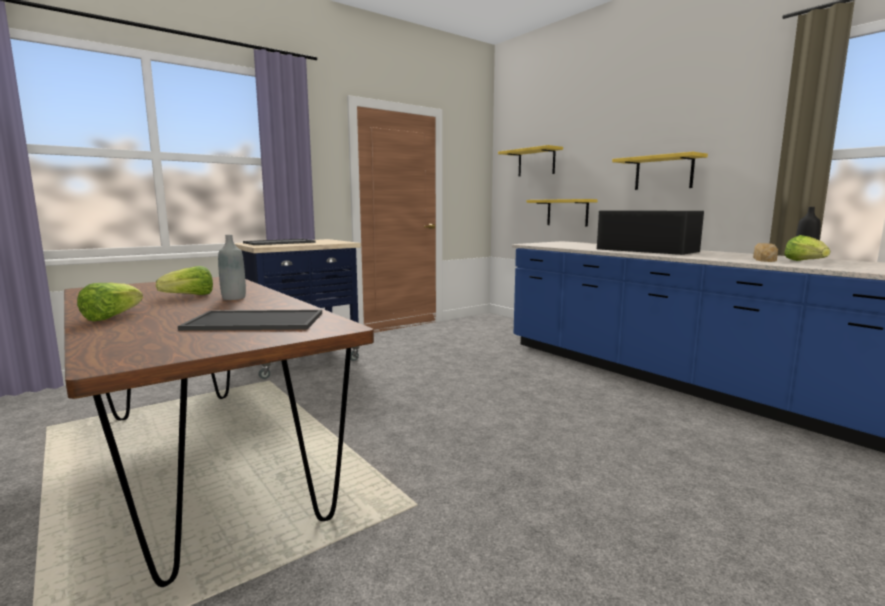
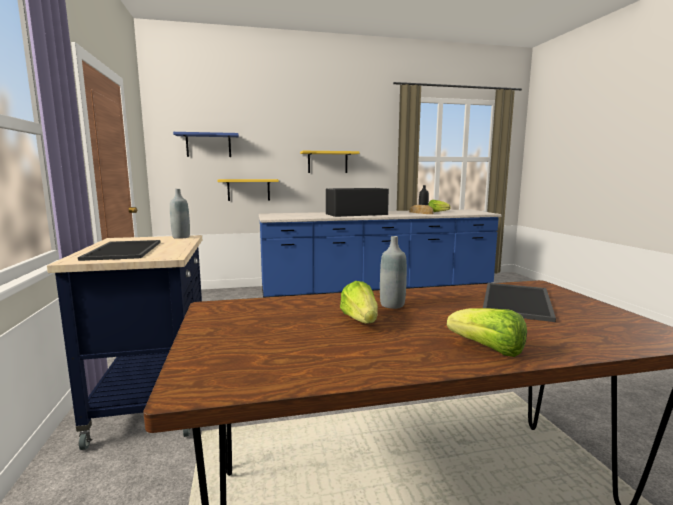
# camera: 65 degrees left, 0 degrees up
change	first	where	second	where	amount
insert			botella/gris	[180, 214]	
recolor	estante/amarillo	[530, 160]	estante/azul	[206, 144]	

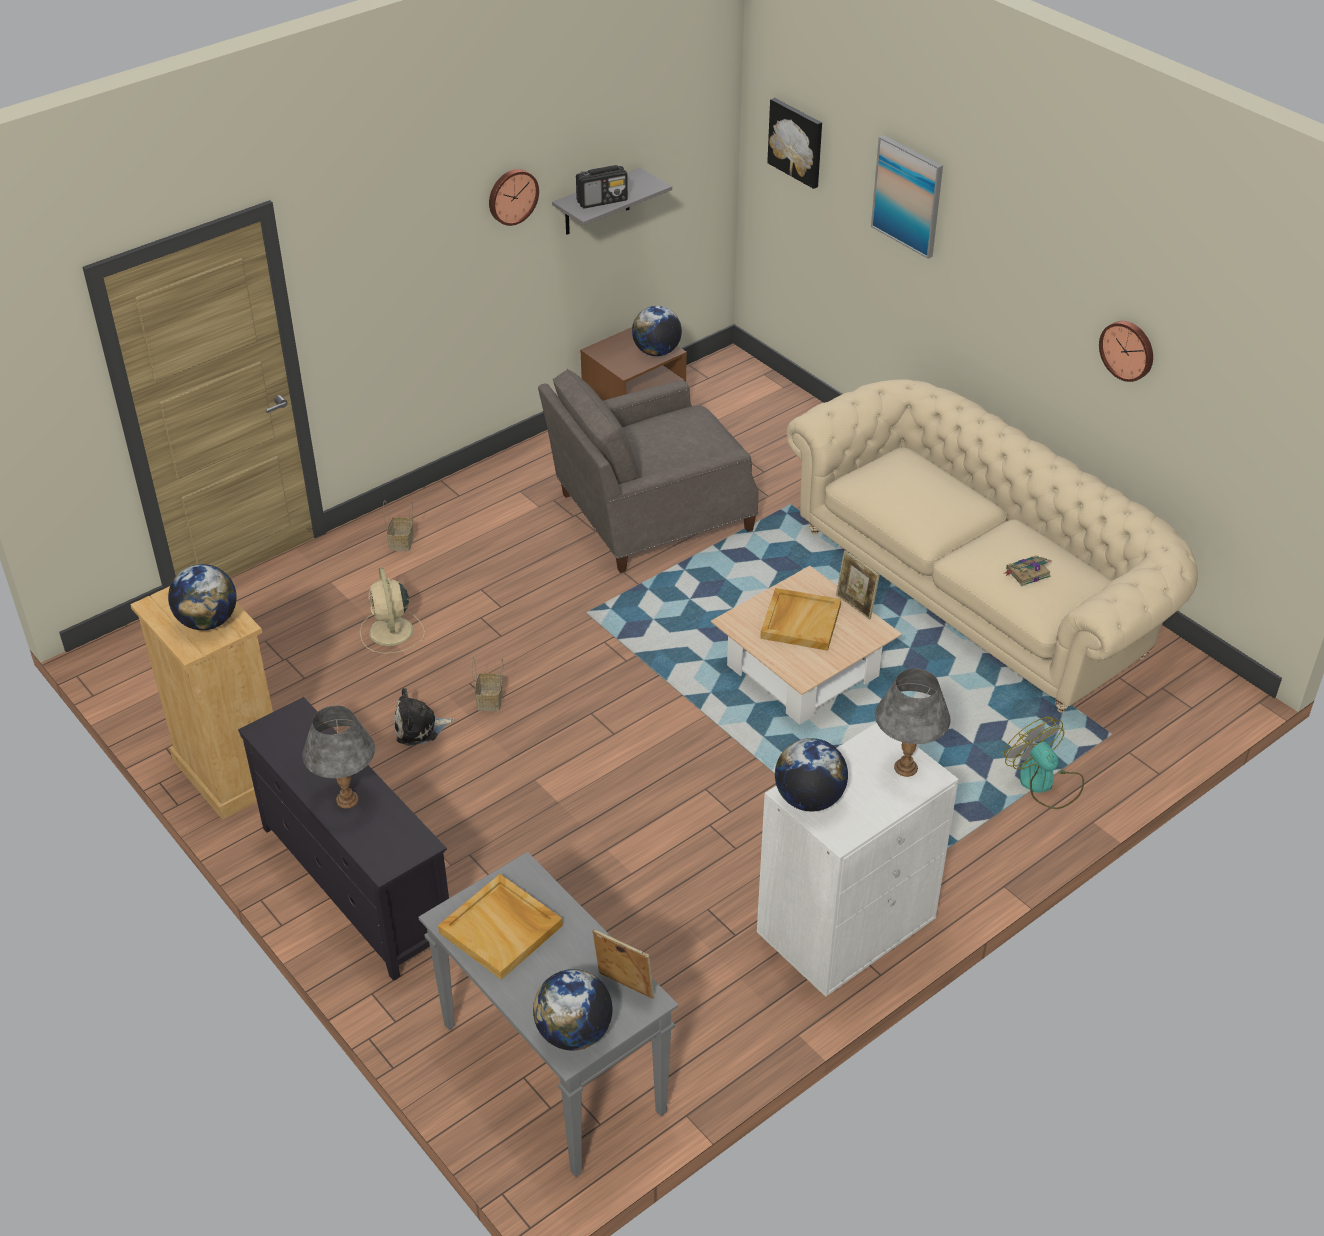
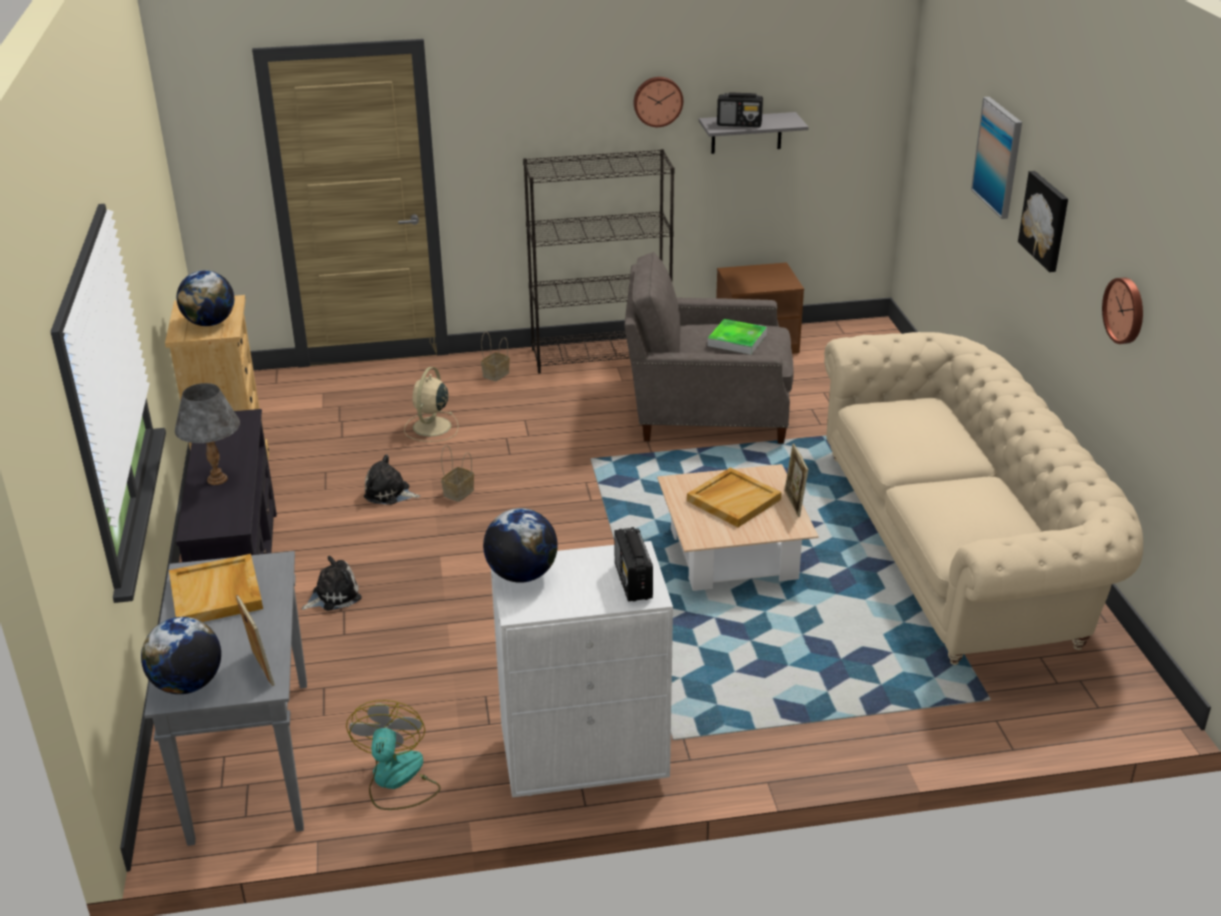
# camera: 30 degrees right, 10 degrees down
change	first	where	second	where	amount
delete	globo terráqueo	[657, 331]			
delete	libro	[1028, 570]			
insert			peluche	[332, 583]	
insert			estantería/negro	[598, 261]	
insert			bandeja	[737, 337]	
move	cuadro	[794, 143]		[1043, 221]	
move	ventilador	[1044, 763]		[393, 755]	
replace	lámpara de mesa/gris	[913, 722]	radio	[633, 564]	

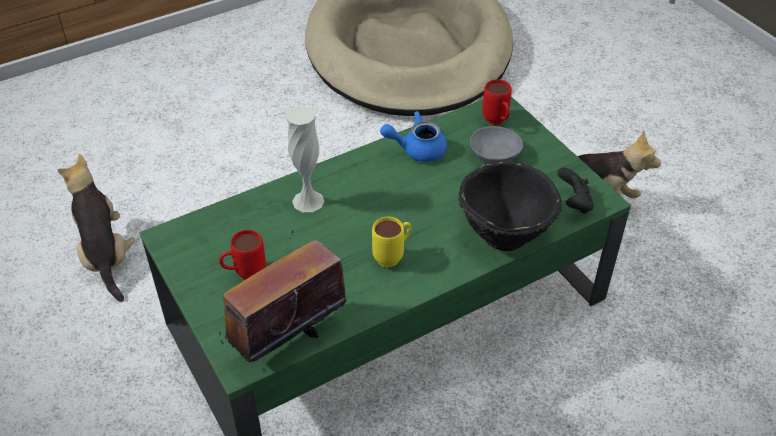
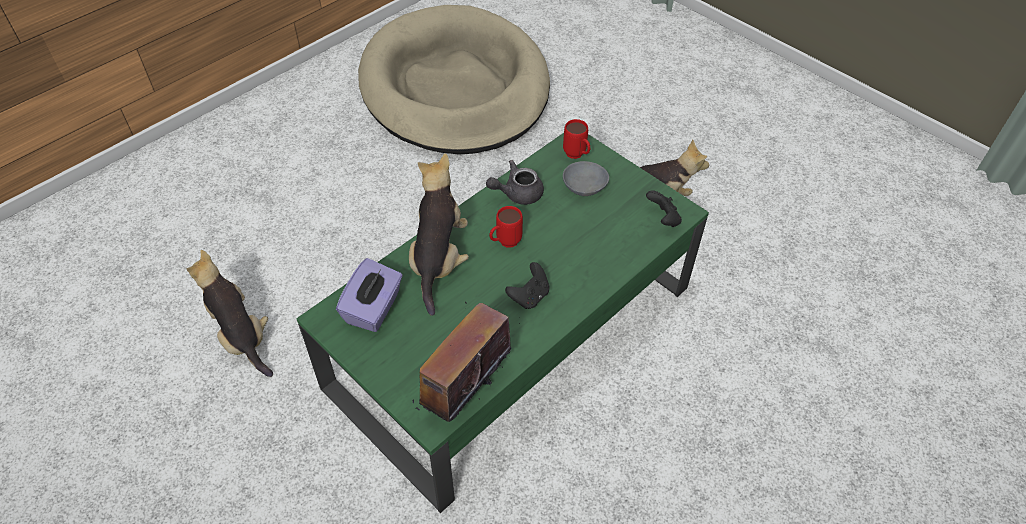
# camera: 15 degrees left, 5 degrees up
change	first	where	second	where	amount
delete	cuenco/negro	[510, 206]			
insert			caja de pañuelos/morado	[369, 295]	
move	taza grande/rojo	[242, 255]		[506, 227]	
replace	florero/blanco	[305, 159]	peluche	[439, 234]	
replace	taza grande/amarillo	[391, 242]	mando de consola/negro	[527, 285]	
recolor	tetera/azul	[413, 136]	tetera/gris	[515, 182]	

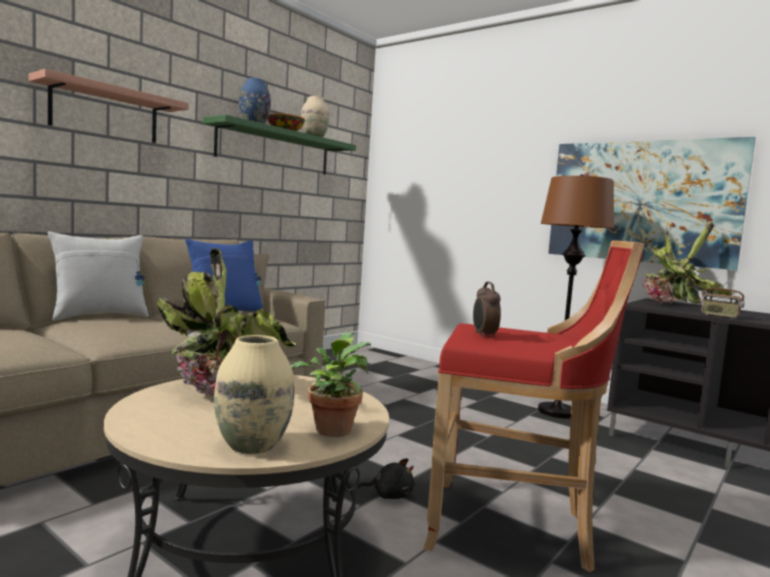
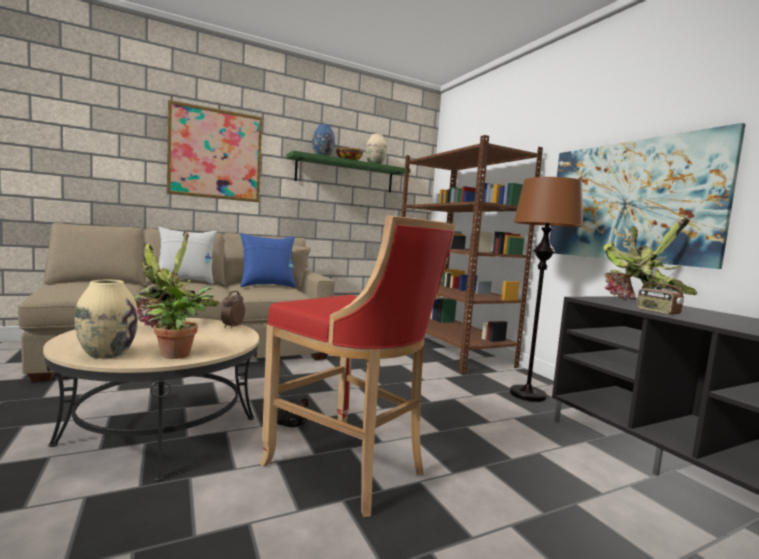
# camera: 25 degrees right, 0 degrees up
change	first	where	second	where	amount
insert			estantería/marrón	[472, 254]	
move	despertador	[487, 310]		[233, 309]	
replace	estante	[108, 106]	cuadro	[214, 151]	

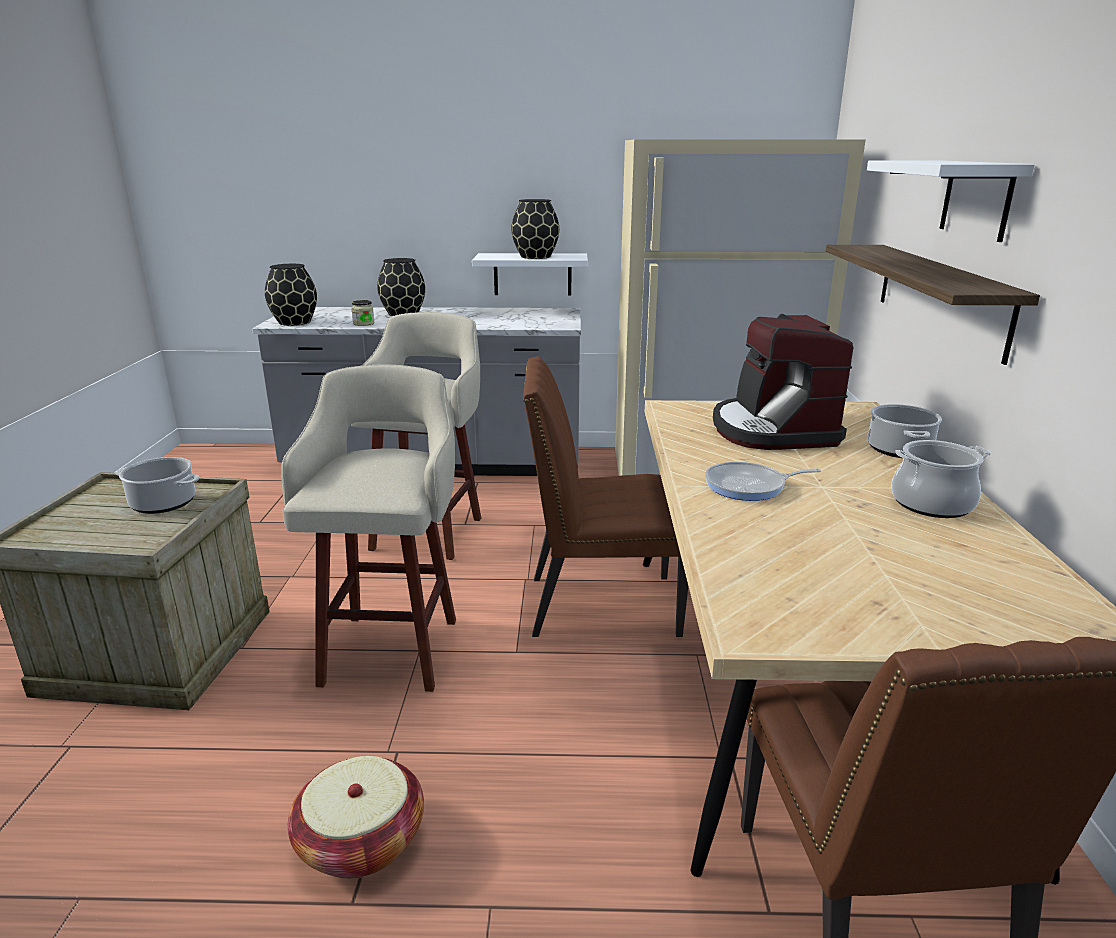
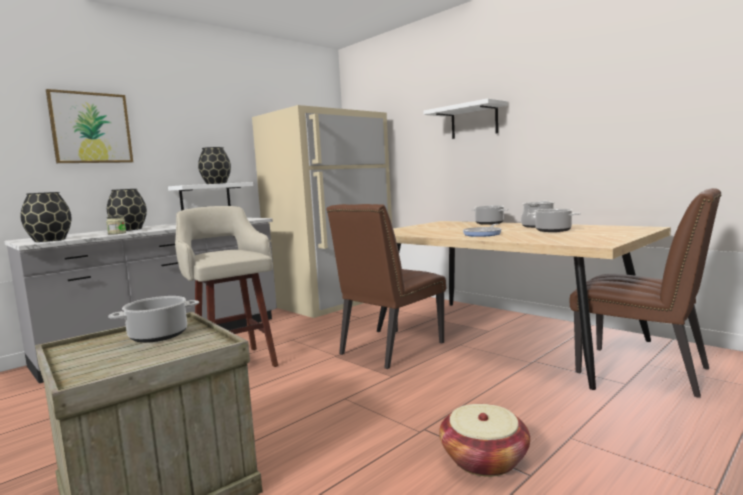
# camera: 45 degrees left, 15 degrees down
change	first	where	second	where	amount
delete	taburete/beis	[369, 528]			
delete	cafetera	[783, 382]			
delete	estante	[933, 305]			
insert			cuadro	[89, 126]	
insert			olla	[554, 220]	

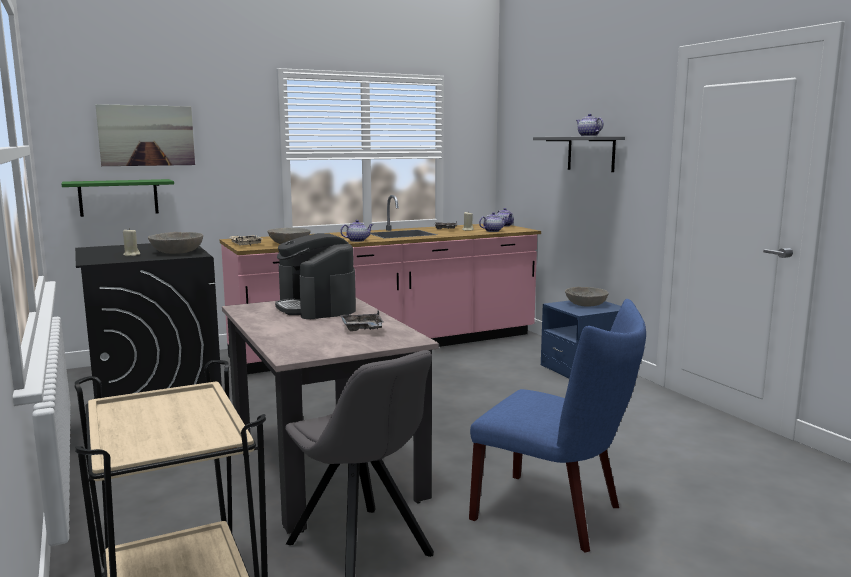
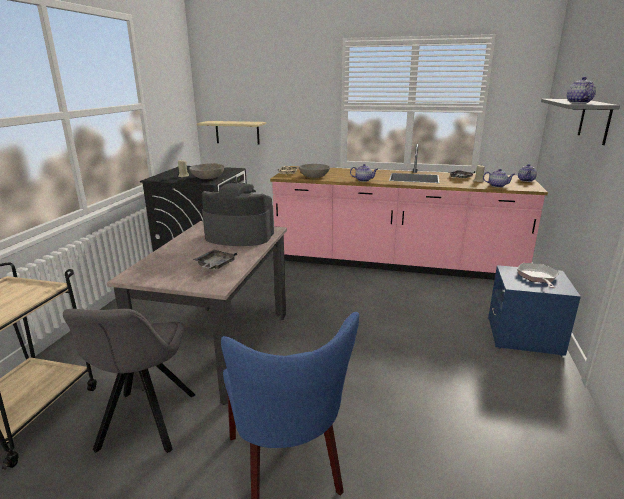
# camera: 40 degrees right, 10 degrees up
change	first	where	second	where	amount
delete	cuadro	[145, 135]			
replace	cuenco/gris	[587, 297]	sartén	[538, 275]	
recolor	estante/verde	[118, 198]	estante/beis	[231, 132]	
rotate	cafetera	[315, 276]		[238, 214]	90 degrees clockwise

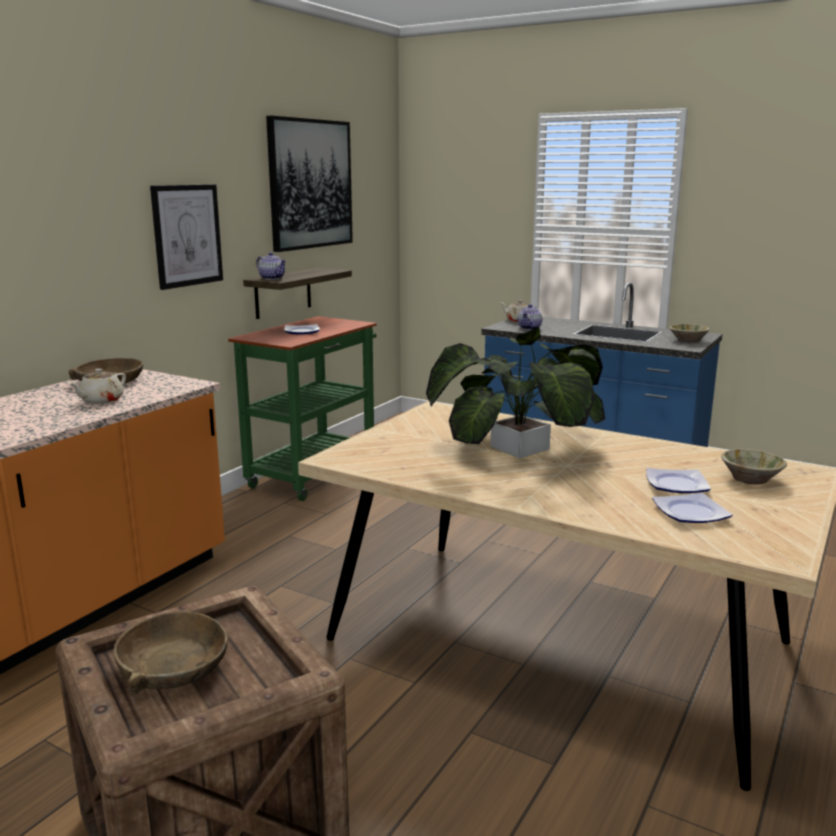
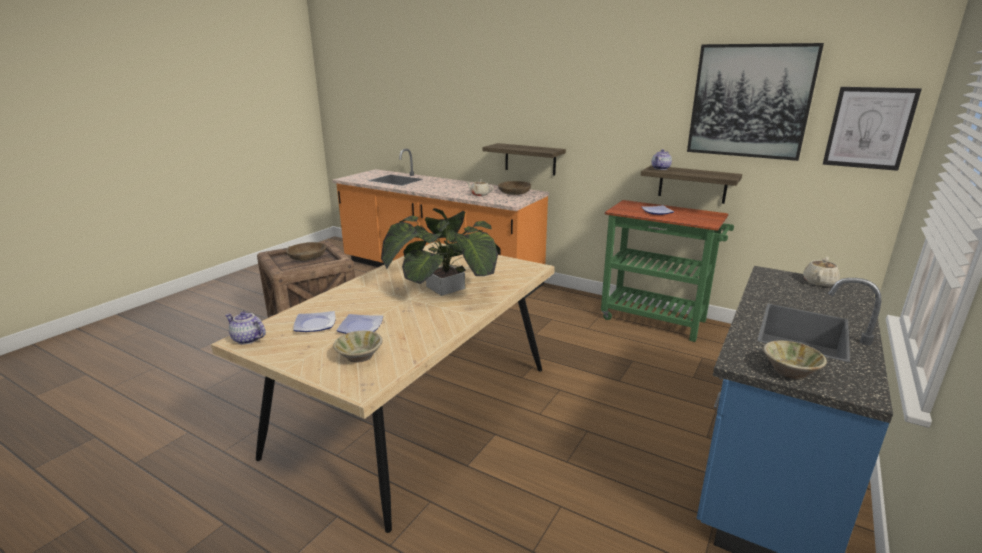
# camera: 90 degrees right, 5 degrees up
change	first	where	second	where	amount
insert			estante	[524, 159]	
move	cuadro	[186, 237]		[872, 129]	
move	tetera	[530, 317]		[245, 327]	

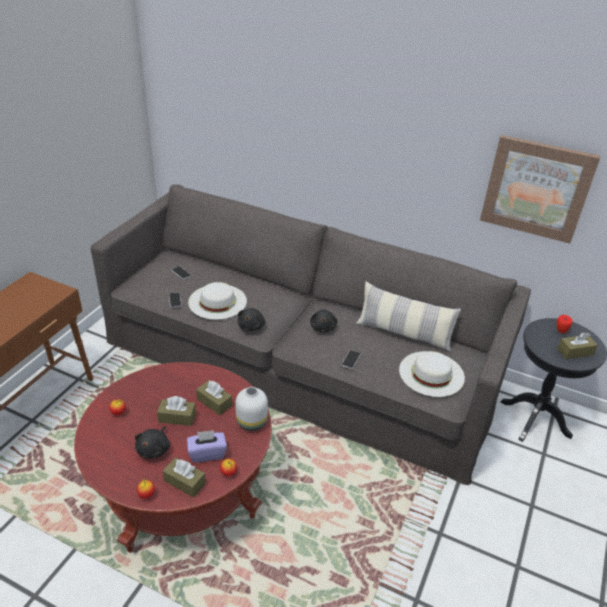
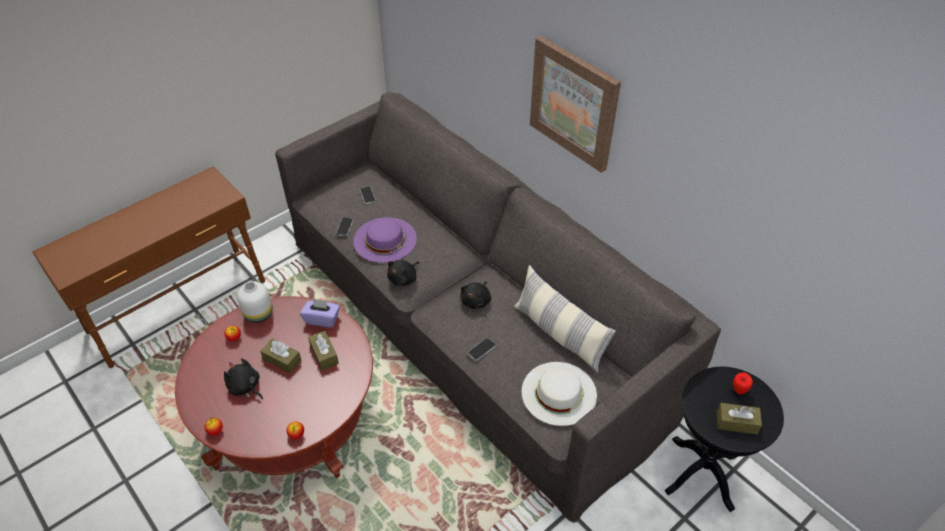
# camera: 25 degrees right, 10 degrees up
change	first	where	second	where	amount
delete	caja de pañuelos/marrón	[184, 477]			
move	caja de pañuelos/morado	[207, 446]		[320, 313]	
move	florero/blanco	[252, 409]		[255, 302]	
move	cuadro	[540, 189]		[575, 104]	
recolor	sombrero/blanco	[217, 301]	sombrero/morado	[385, 240]	
rotate	peluche/negro	[152, 442]		[243, 379]	90 degrees clockwise

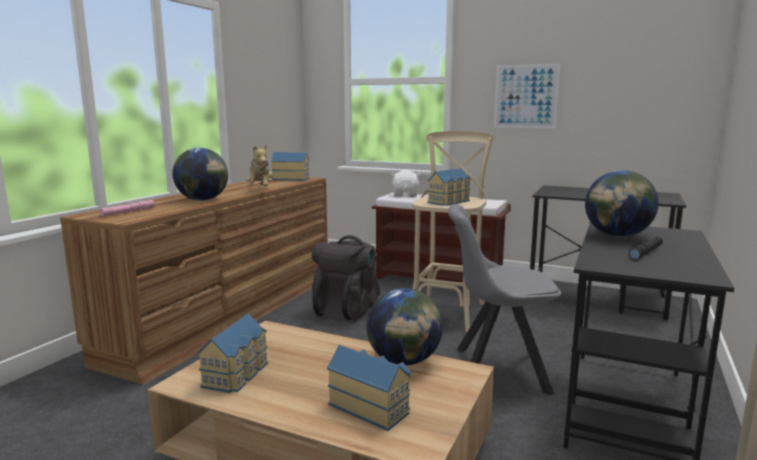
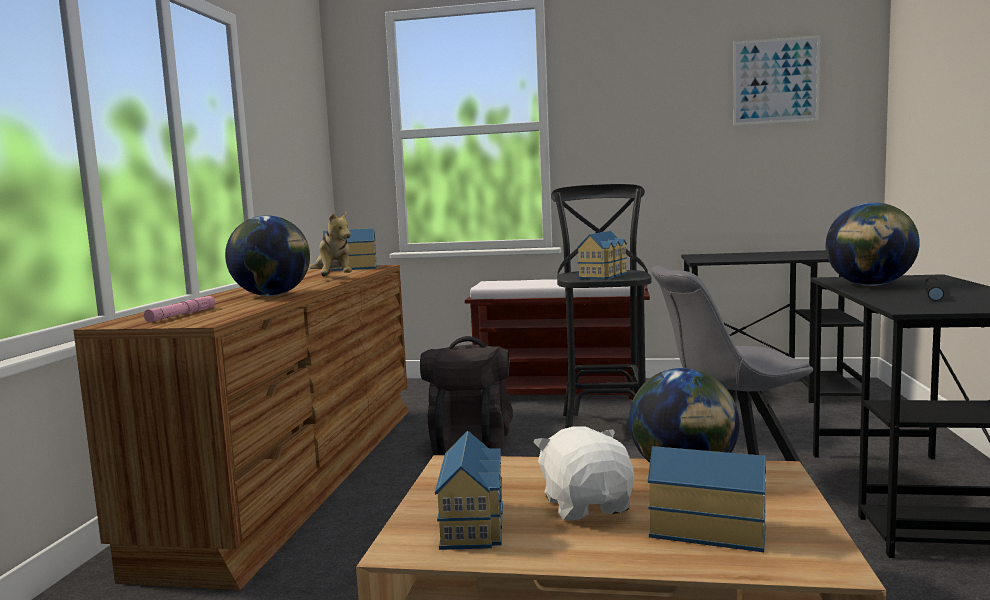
# camera: 15 degrees left, 5 degrees down
change	first	where	second	where	amount
move	peluche/blanco	[405, 183]		[583, 473]	
move	cuadro	[527, 96]		[776, 80]	
recolor	taburete/beis	[453, 231]	taburete/negro	[601, 306]	

